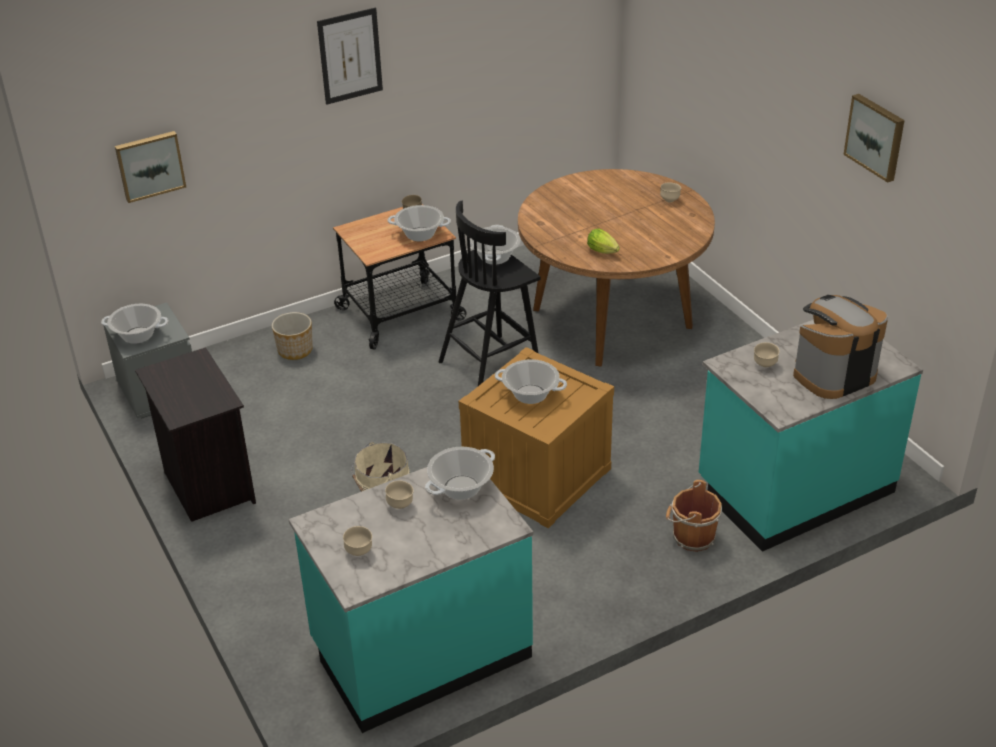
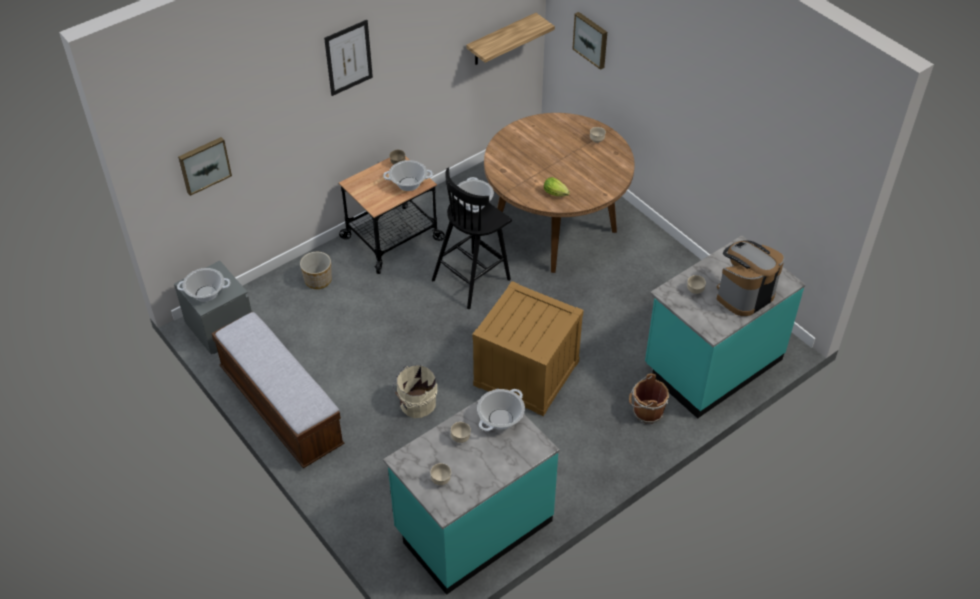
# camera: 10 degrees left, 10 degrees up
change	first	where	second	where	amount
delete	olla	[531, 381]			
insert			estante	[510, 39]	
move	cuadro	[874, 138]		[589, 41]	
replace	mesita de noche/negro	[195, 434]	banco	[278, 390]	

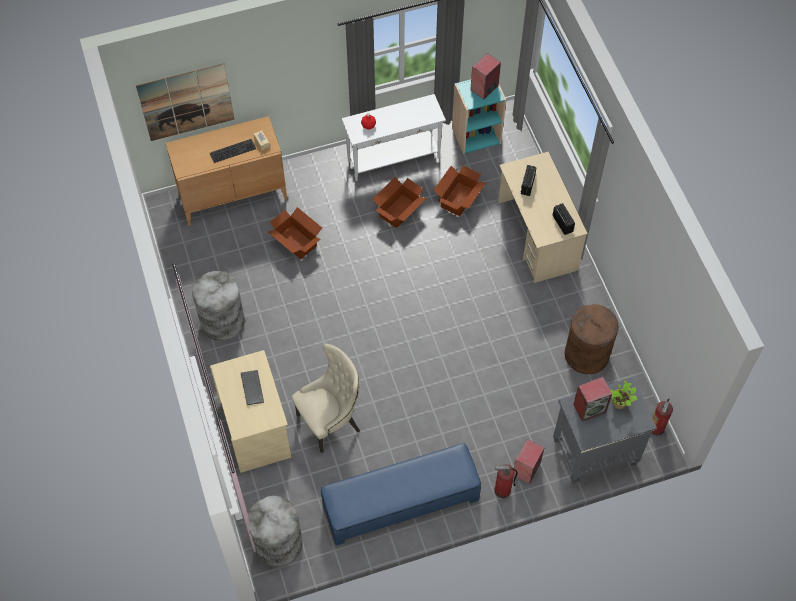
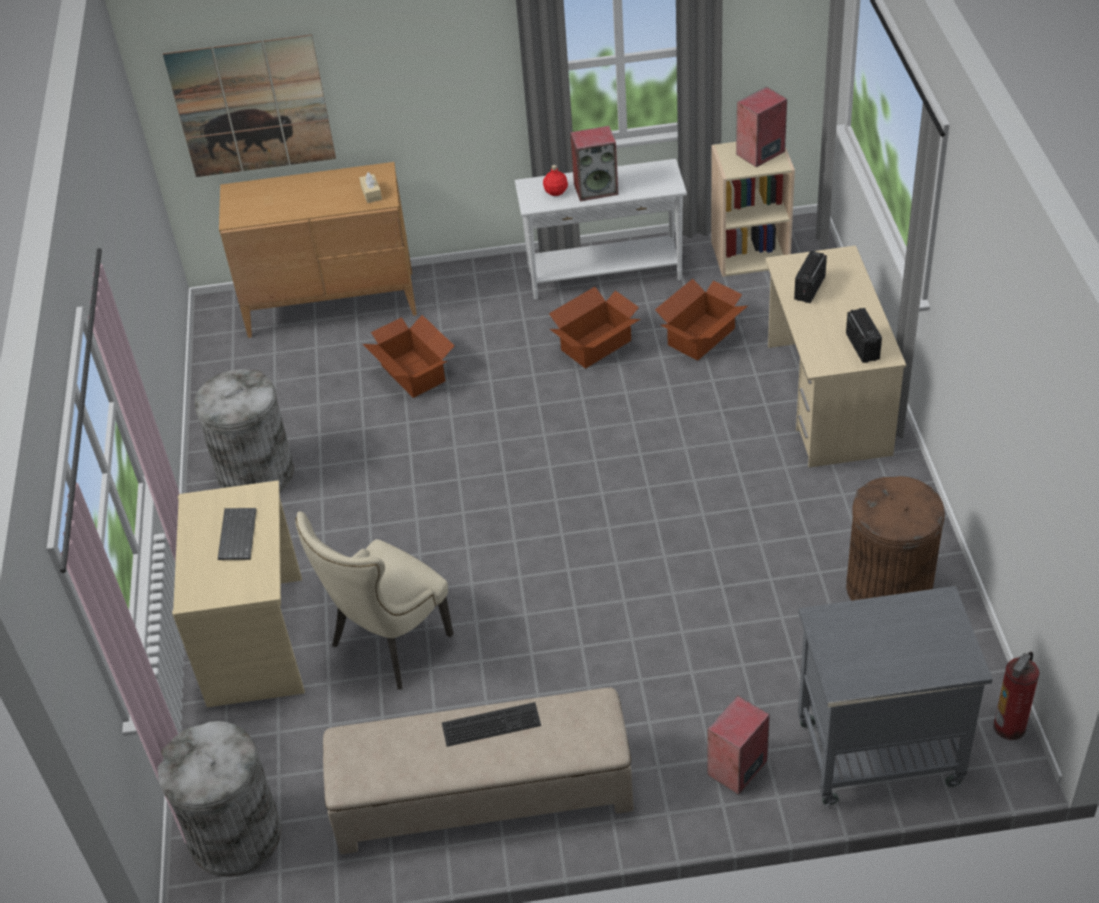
# camera: 15 degrees right, 15 degrees down
change	first	where	second	where	amount
delete	extintor	[506, 481]			
delete	planta en maceta	[623, 394]			
move	teclado	[233, 151]		[491, 724]	
move	altavoz	[592, 399]		[594, 163]	
recolor	banco/azul	[401, 494]	banco/beis	[478, 770]	
recolor	estantería/turquesa	[479, 116]	estantería/beis	[753, 209]	
rotate	silla/beis	[326, 398]		[374, 600]	150 degrees clockwise

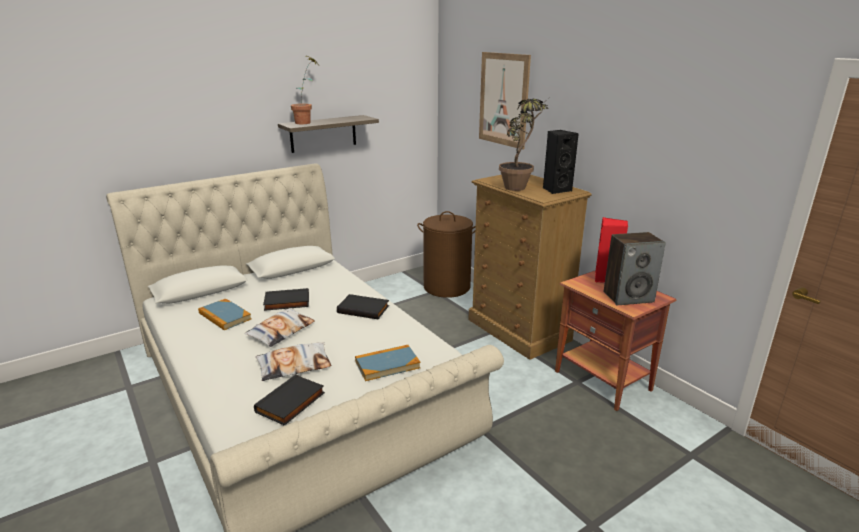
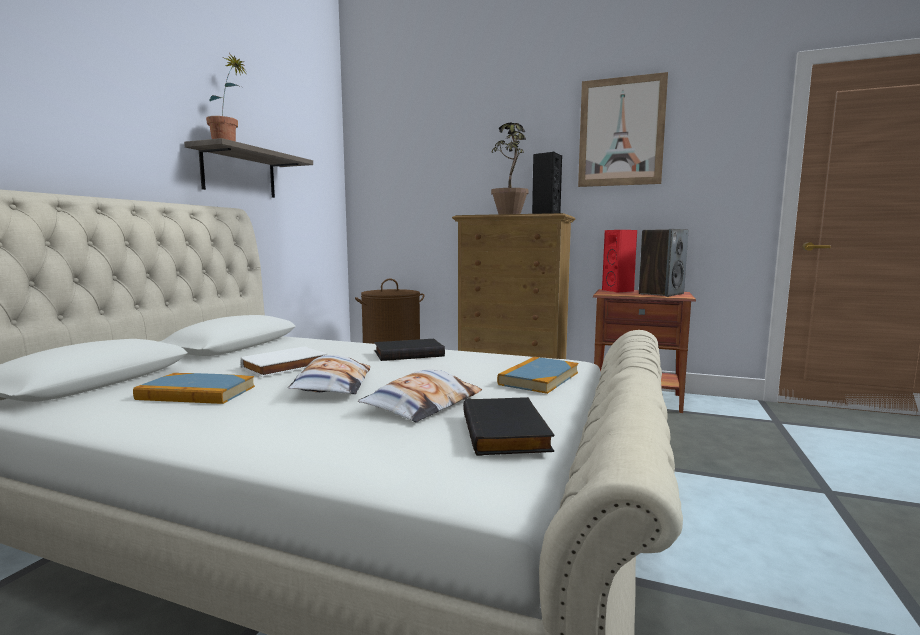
# camera: 35 degrees left, 15 degrees down
change	first	where	second	where	amount
move	cuadro	[505, 101]		[623, 129]	
recolor	libro/negro	[286, 299]	libro/blanco	[284, 361]	

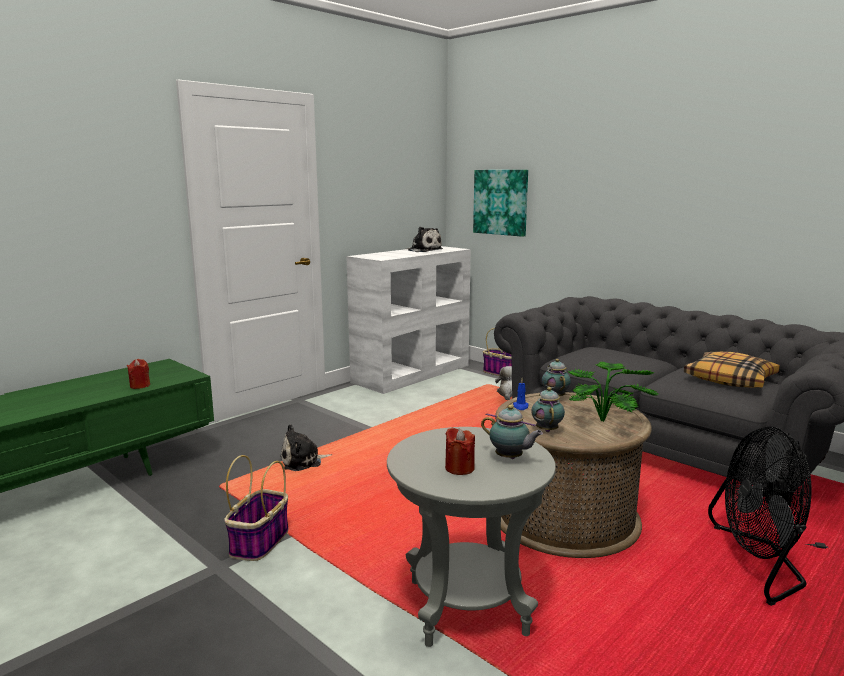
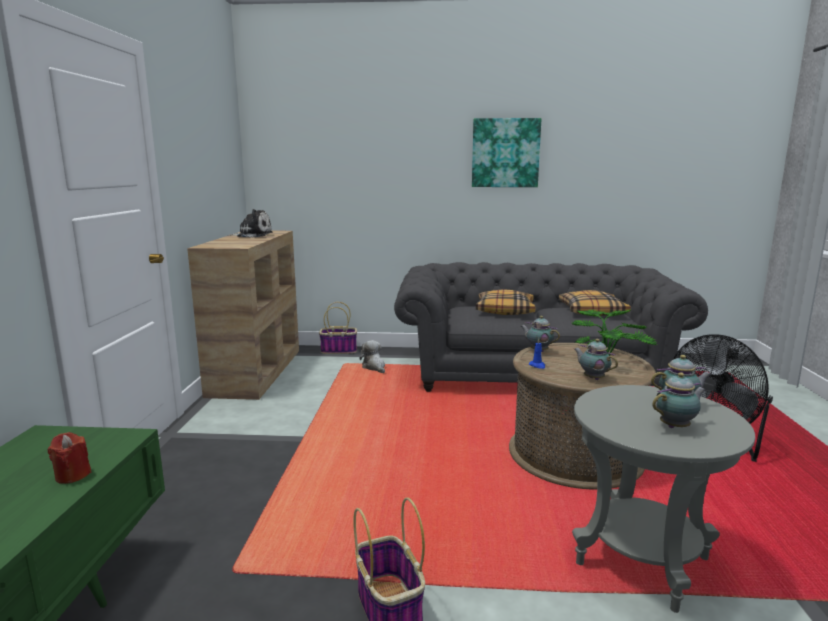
# camera: 40 degrees left, 0 degrees up
change	first	where	second	where	amount
delete	peluche	[306, 447]			
insert			cojín	[505, 302]	
move	cuadro	[500, 203]		[506, 152]	
replace	vela/rojo	[460, 451]	tetera	[679, 400]	
recolor	estantería/blanco	[408, 320]	estantería/marrón	[243, 315]	

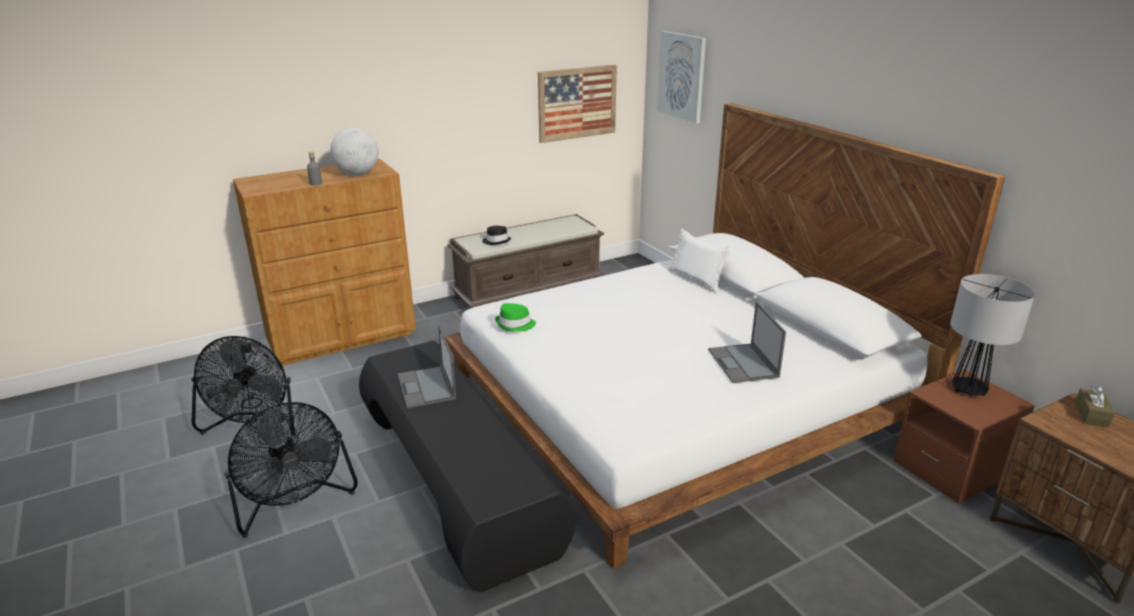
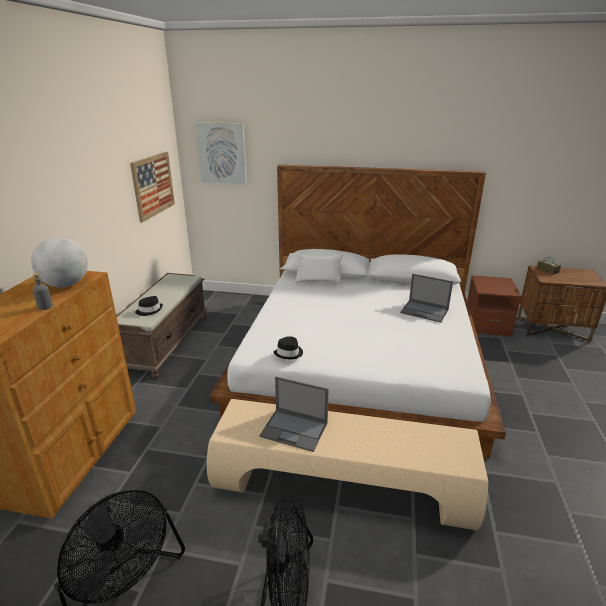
# camera: 50 degrees left, 0 degrees up
change	first	where	second	where	amount
delete	lámpara de mesa	[992, 335]			
recolor	banco/negro	[467, 466]	banco/beis	[347, 464]	
recolor	sombrero/verde	[515, 317]	sombrero/negro	[288, 348]	

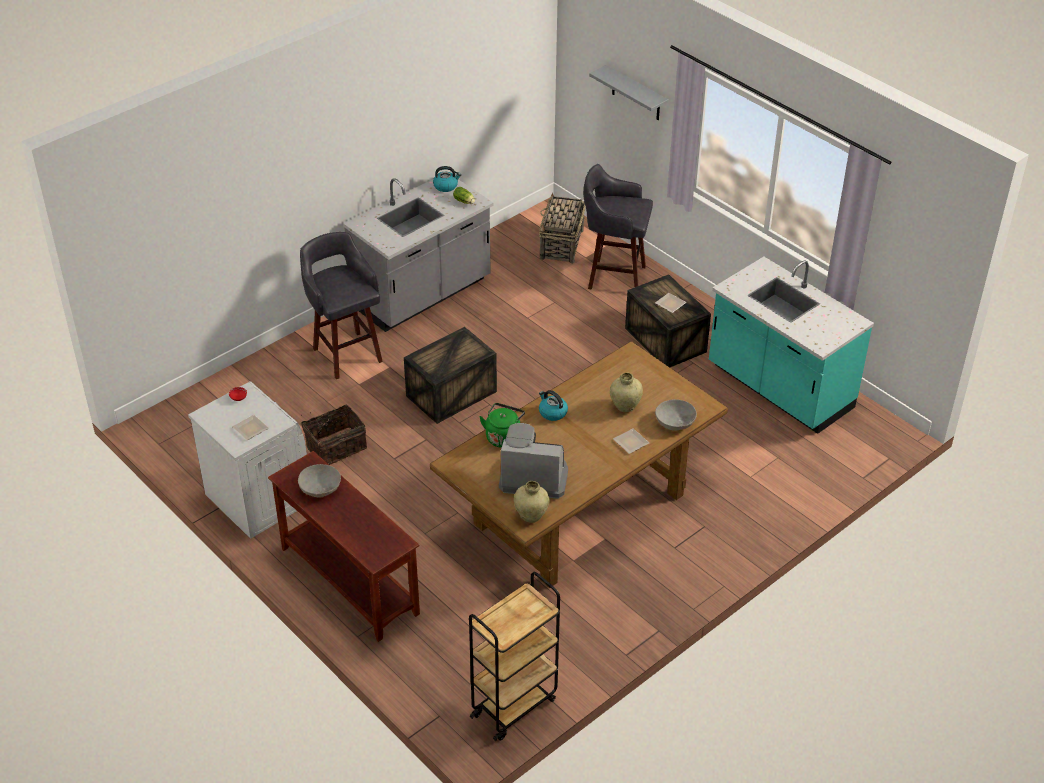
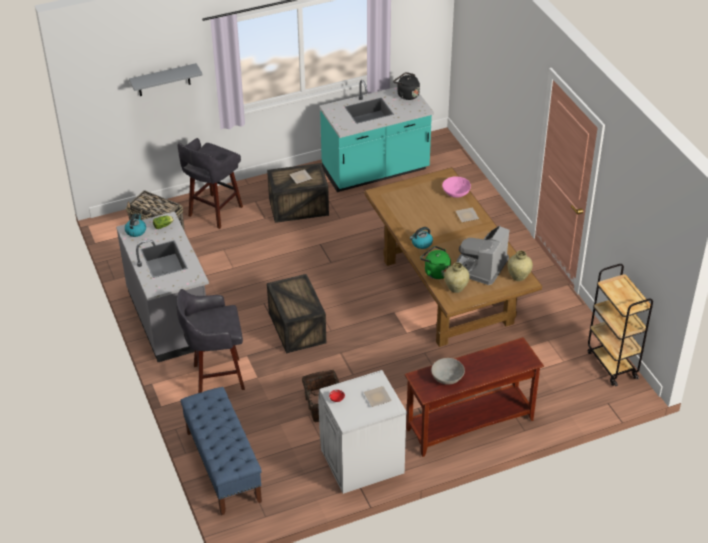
# camera: 70 degrees left, 0 degrees up
change	first	where	second	where	amount
insert			banco/azul	[221, 451]	
insert			hervidor/negro	[406, 86]	
move	florero/beis	[626, 392]		[457, 277]	
recolor	cuenco/gris	[676, 415]	cuenco/rosa	[456, 187]	

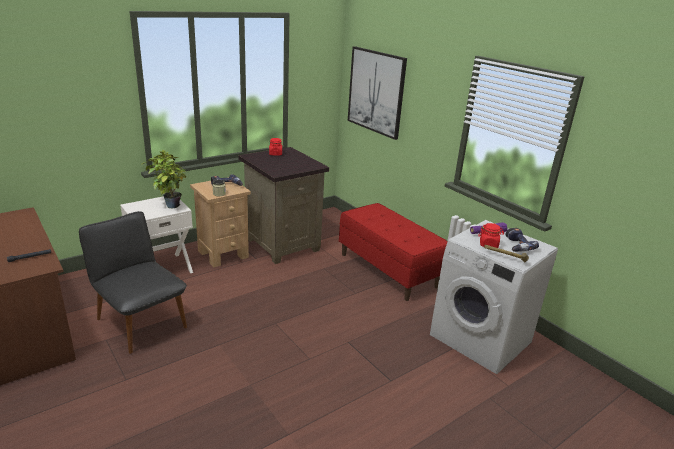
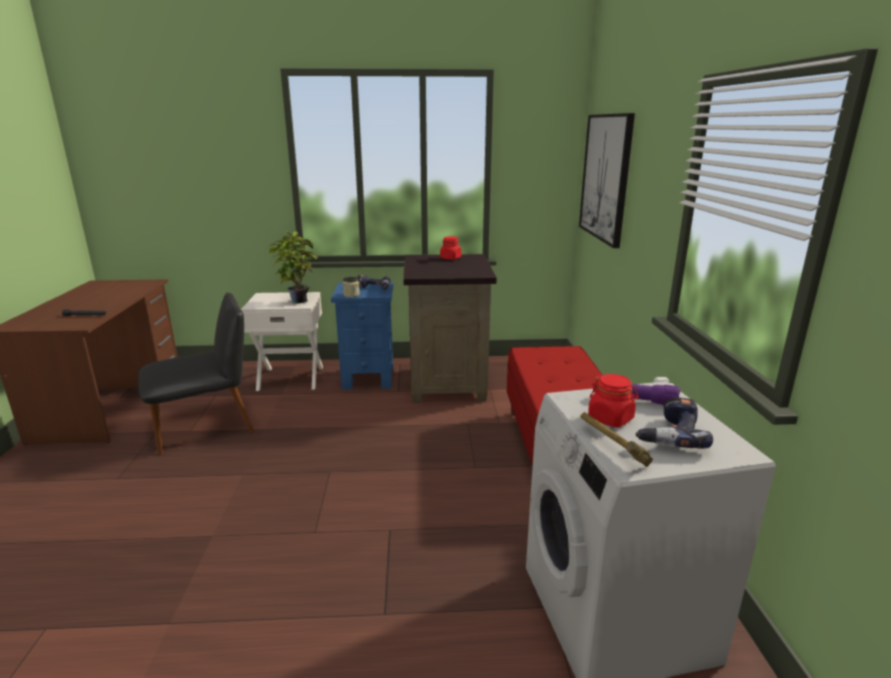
# camera: 35 degrees right, 5 degrees down
change	first	where	second	where	amount
recolor	mesita de noche/beis	[220, 222]	mesita de noche/azul	[362, 336]	
rotate	silla/negro	[133, 282]		[196, 373]	75 degrees clockwise

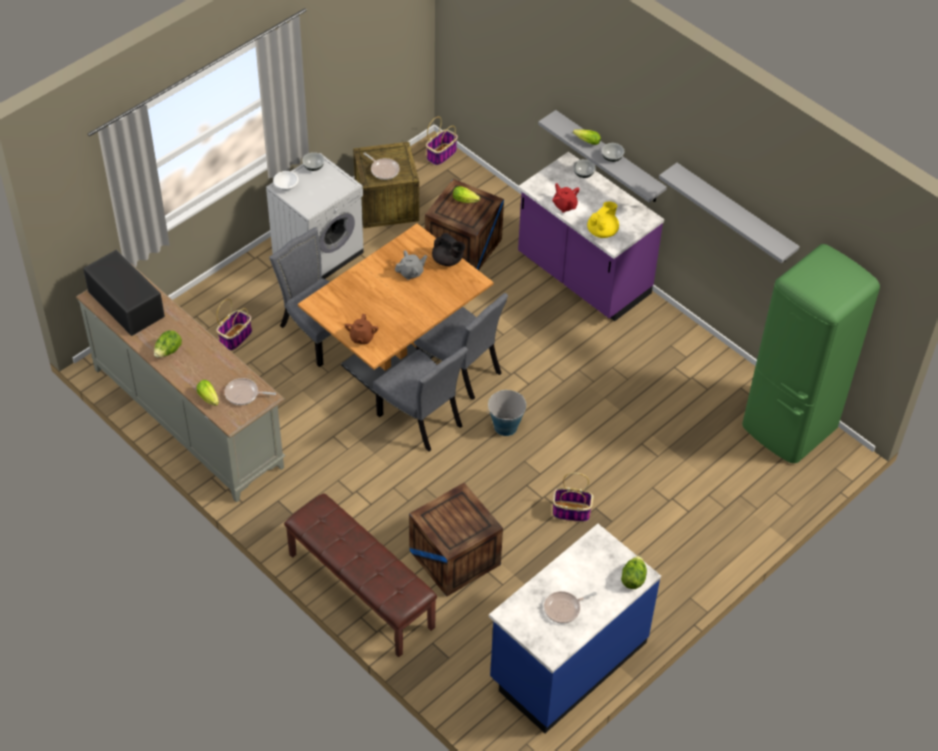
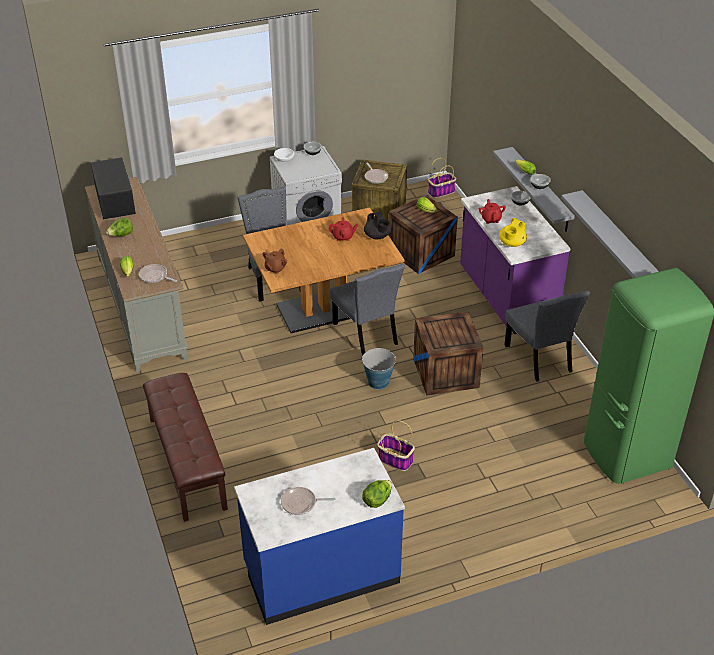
# camera: 25 degrees right, 10 degrees down
change	first	where	second	where	amount
delete	cesta	[234, 325]			
move	silla/gris	[420, 399]		[547, 336]	
move	caja de embalaje	[456, 539]		[448, 354]	
recolor	tetera/gris	[411, 265]	tetera/rojo	[343, 229]	
rotate	tetera/amarillo	[603, 220]		[513, 232]	150 degrees clockwise

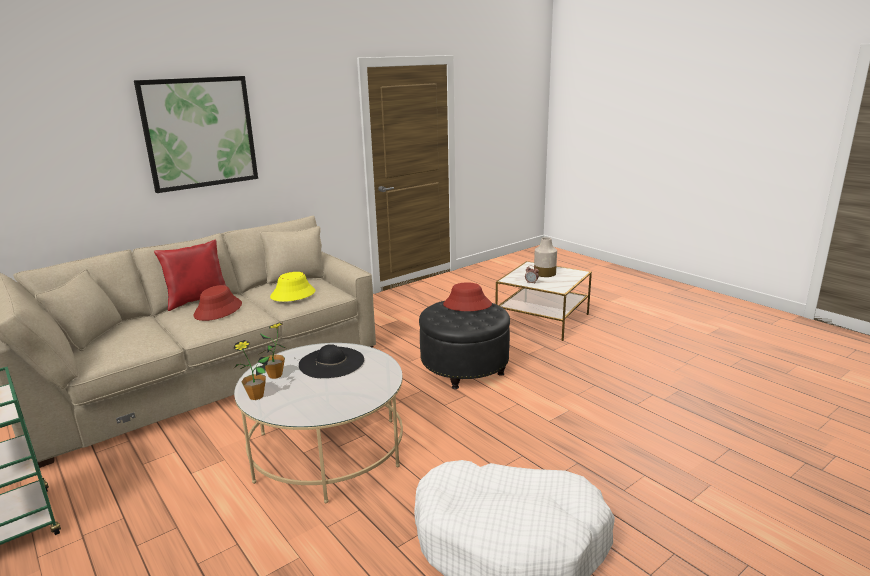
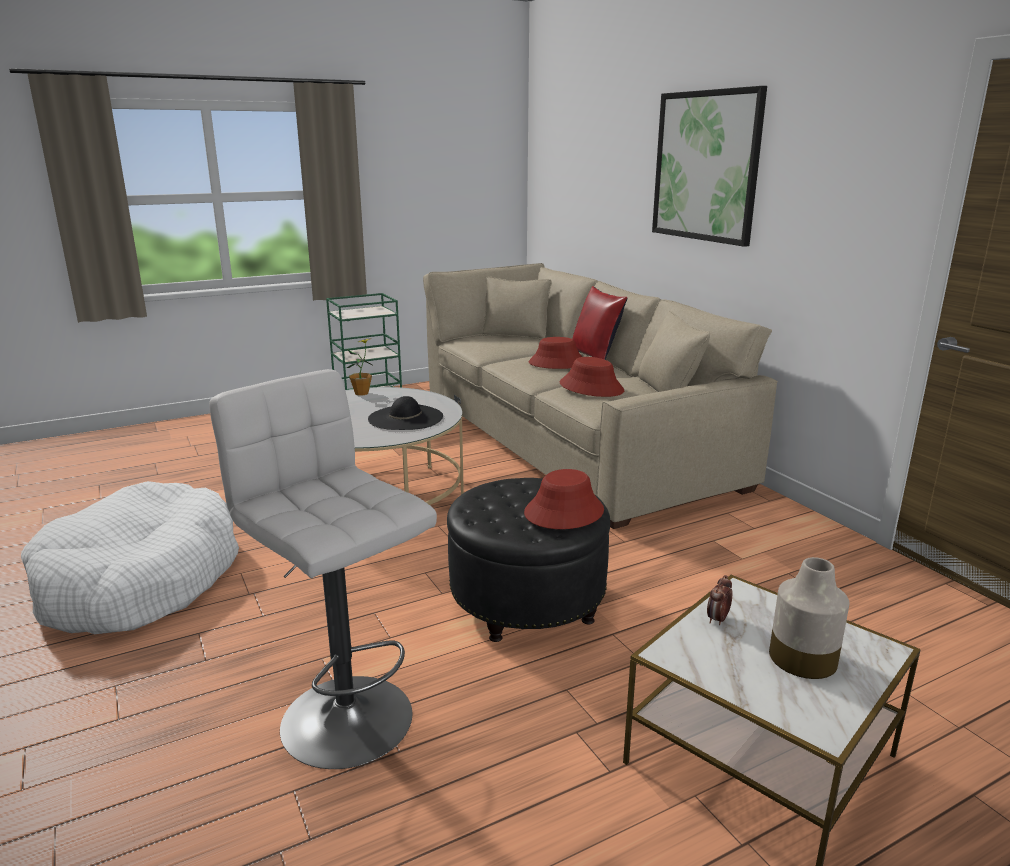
# camera: 100 degrees right, 0 degrees up
change	first	where	second	where	amount
delete	planta en maceta	[272, 351]			
insert			taburete/blanco	[323, 569]	
recolor	sombrero/amarillo	[292, 287]	sombrero/rojo	[592, 377]	

